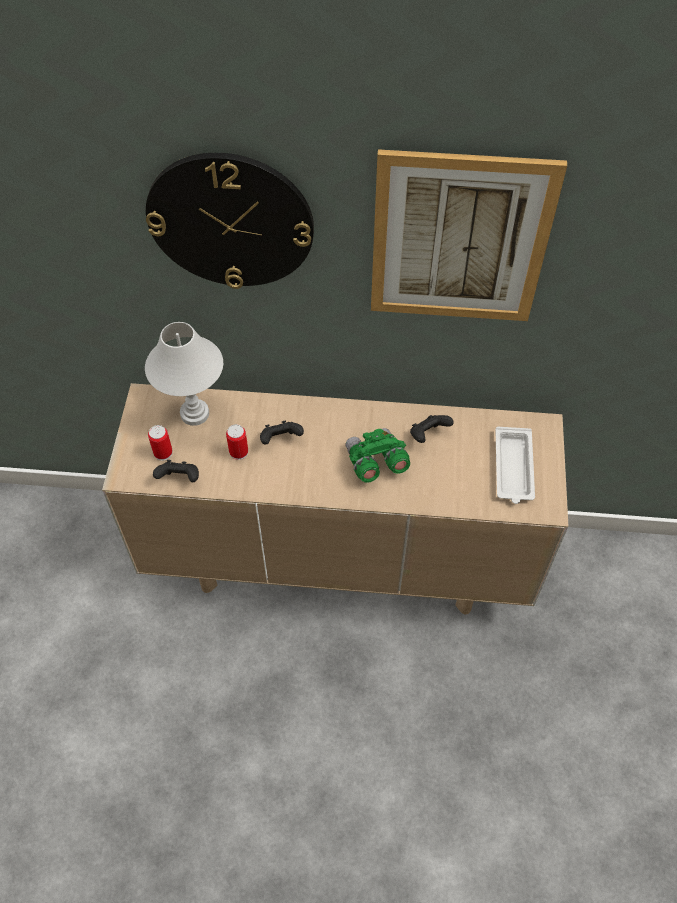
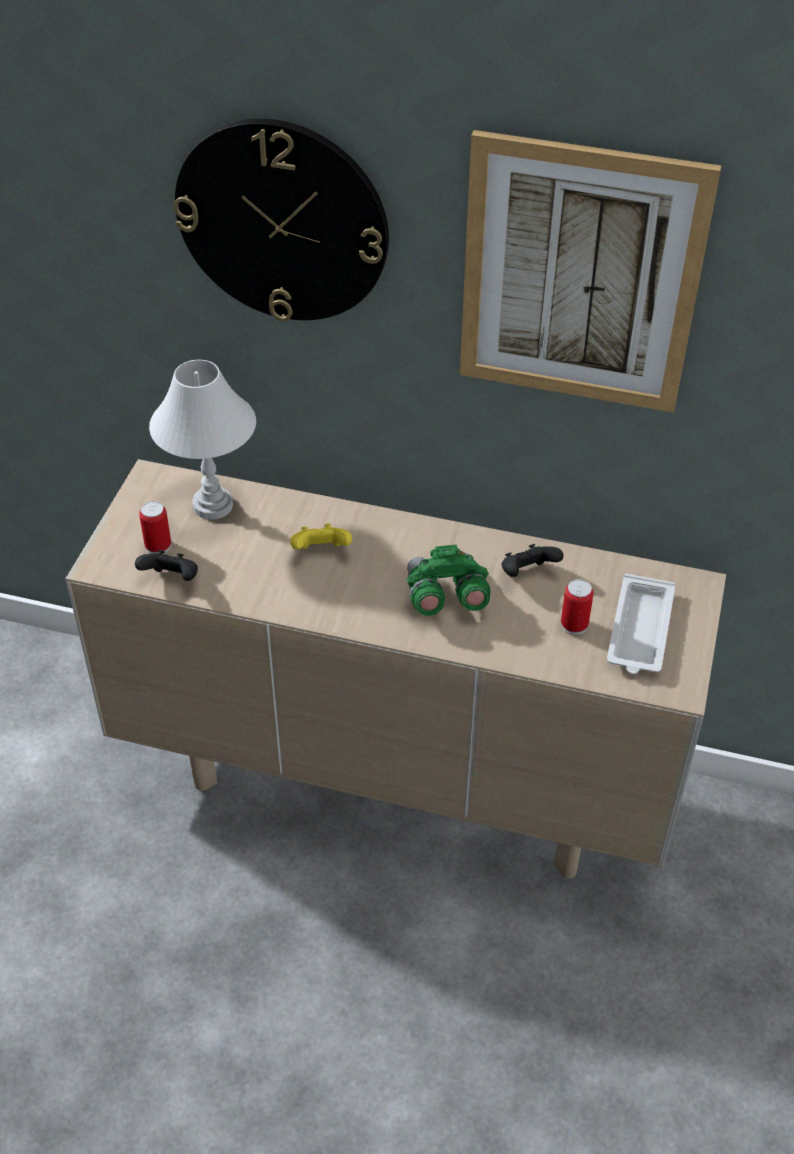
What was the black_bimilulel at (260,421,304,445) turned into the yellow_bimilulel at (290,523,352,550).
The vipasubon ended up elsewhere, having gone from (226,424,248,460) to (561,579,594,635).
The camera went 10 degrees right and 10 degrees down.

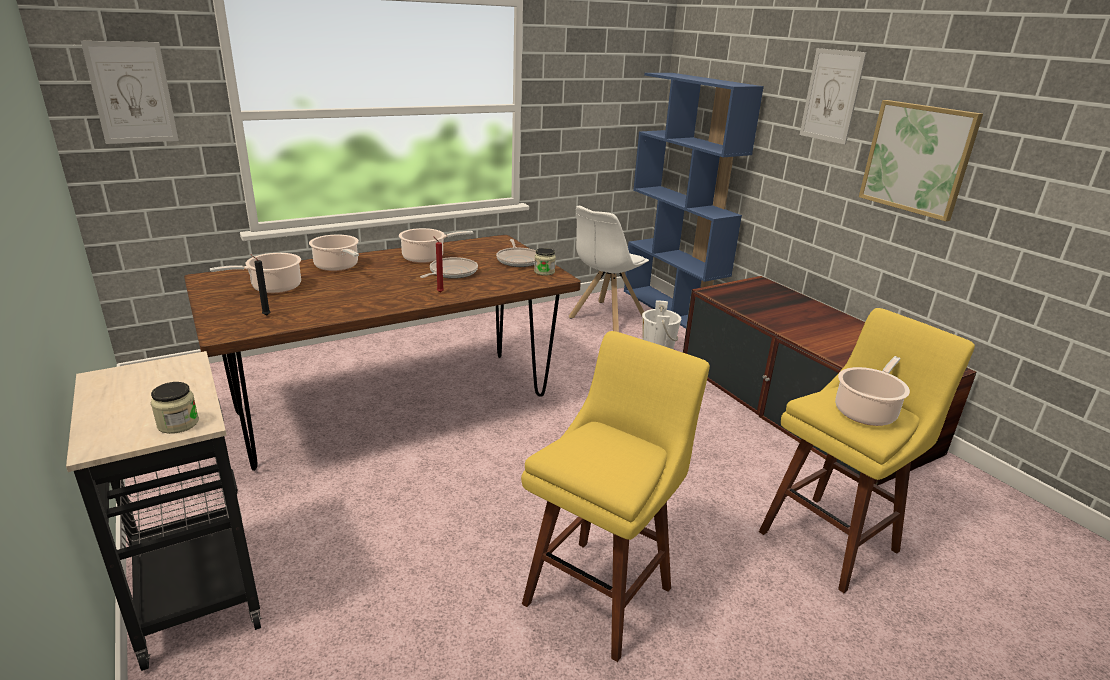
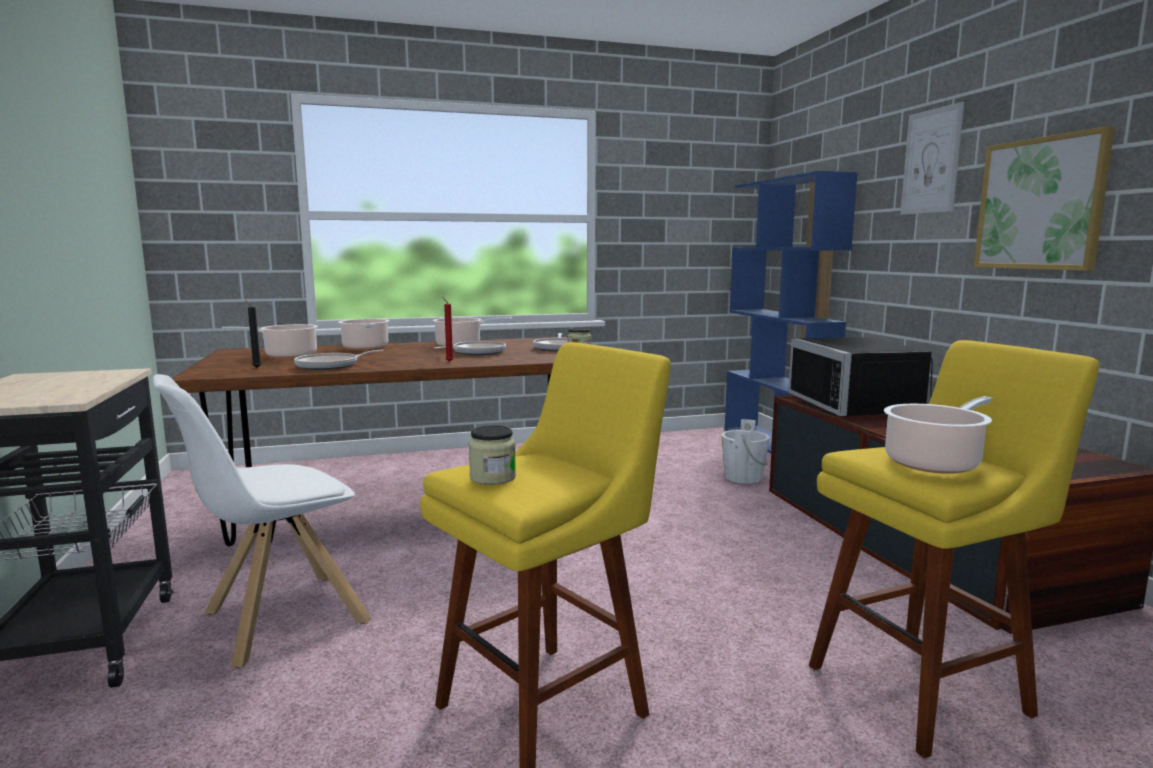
The second view lost the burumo at (81,41,179,144).
The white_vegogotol ended up elsewhere, having gone from (569,206,649,332) to (153,374,371,668).
The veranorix ended up elsewhere, having gone from (151,382,199,434) to (469,425,516,485).
The second view gained the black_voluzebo at (788,337,933,417).
The second view gained the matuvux at (294,350,384,370).
The camera went 15 degrees right and 15 degrees down.

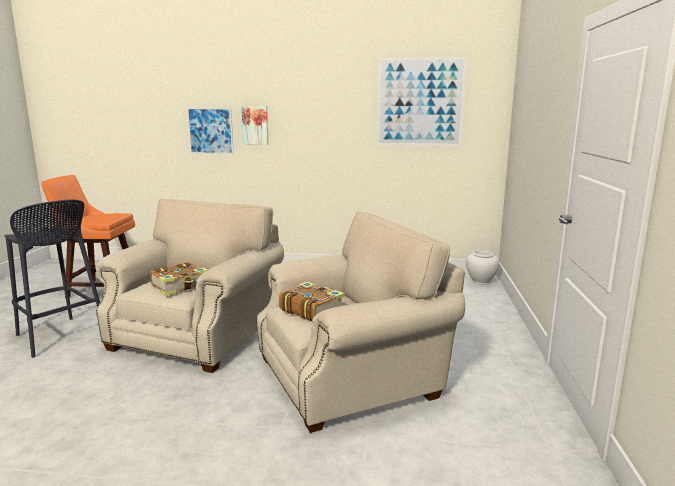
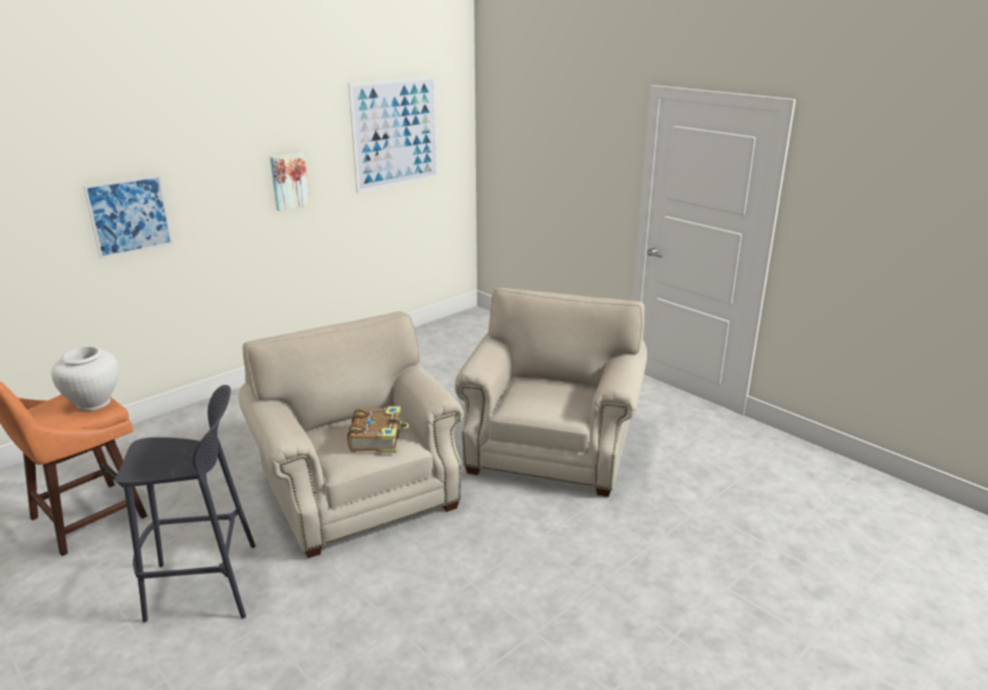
The burumo ended up elsewhere, having gone from (241,106,269,145) to (270,152,310,211).
The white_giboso ended up elsewhere, having gone from (466,250,500,285) to (51,346,119,411).
The second view lost the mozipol at (278,282,345,321).
The camera went 50 degrees left and 10 degrees up.

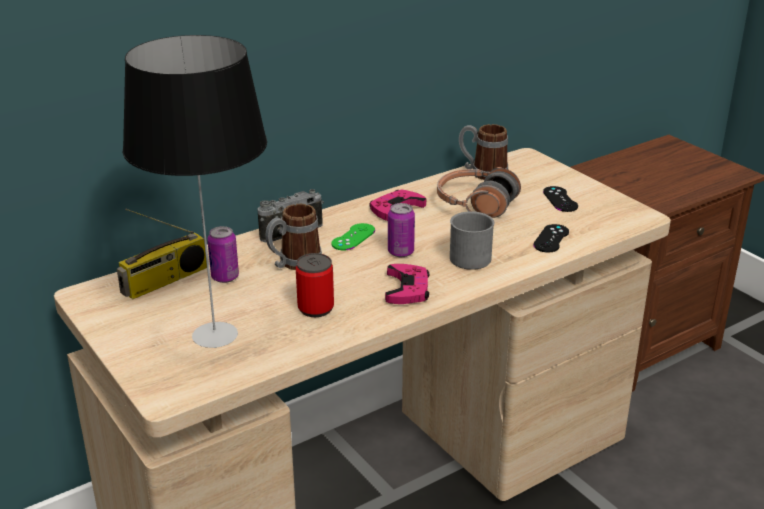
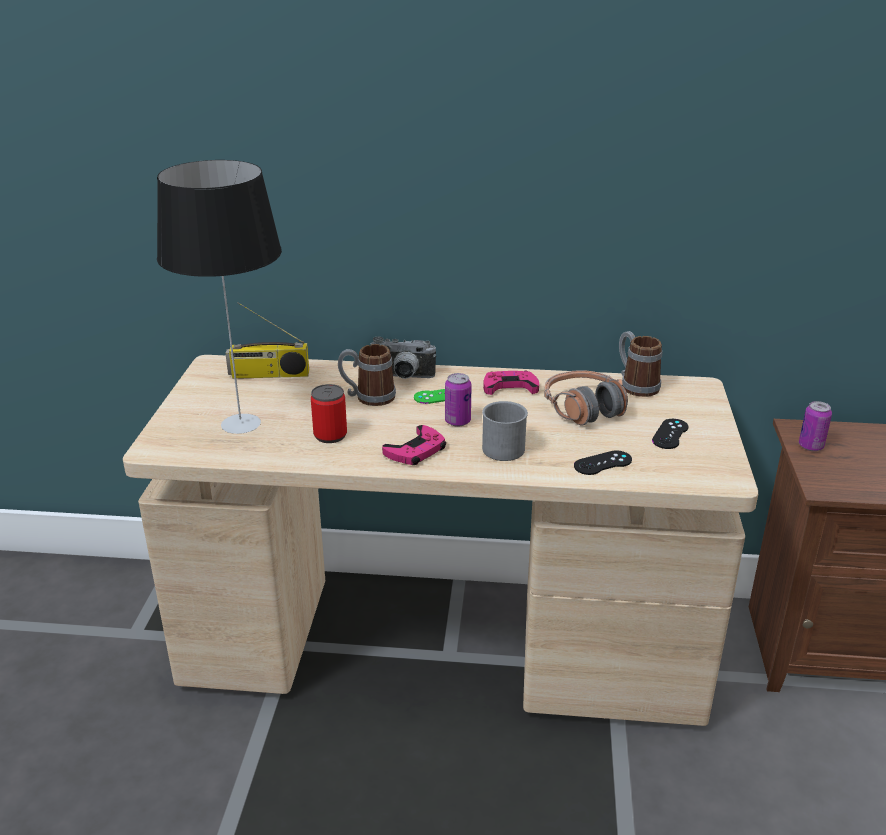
The vipasubon ended up elsewhere, having gone from (207,226,239,283) to (799,401,832,451).
The camera went 40 degrees right and 0 degrees up.

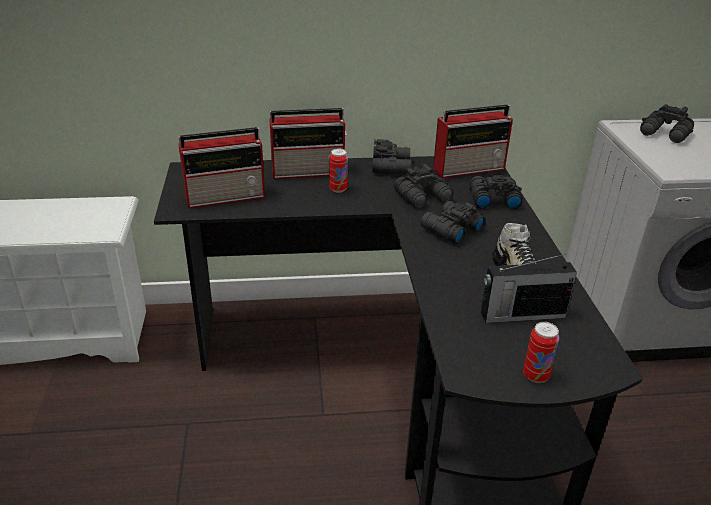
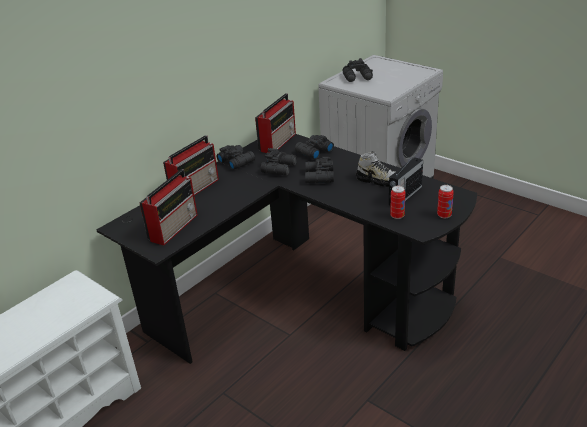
The vipasubon ended up elsewhere, having gone from (329,148,348,193) to (390,186,405,219).
The camera went 40 degrees left and 0 degrees up.

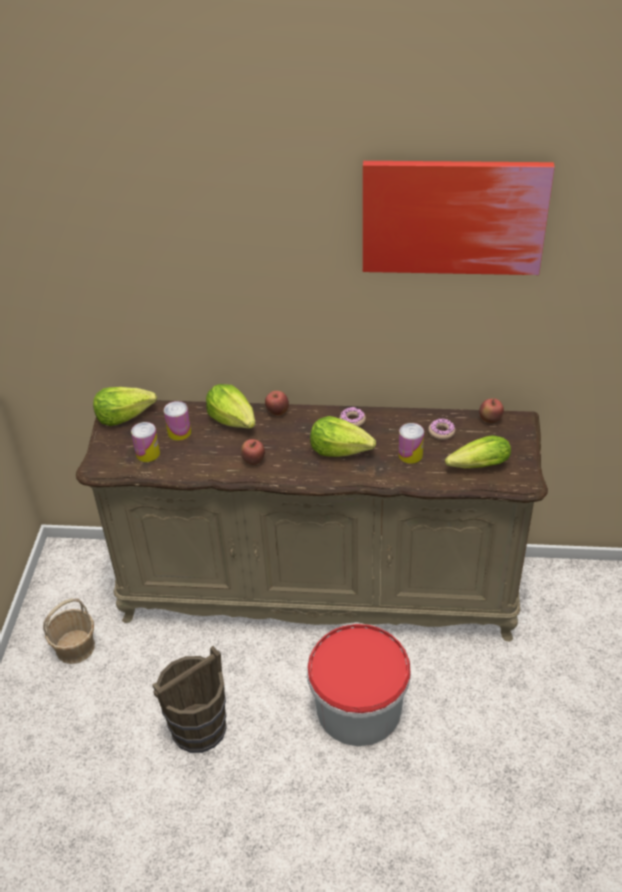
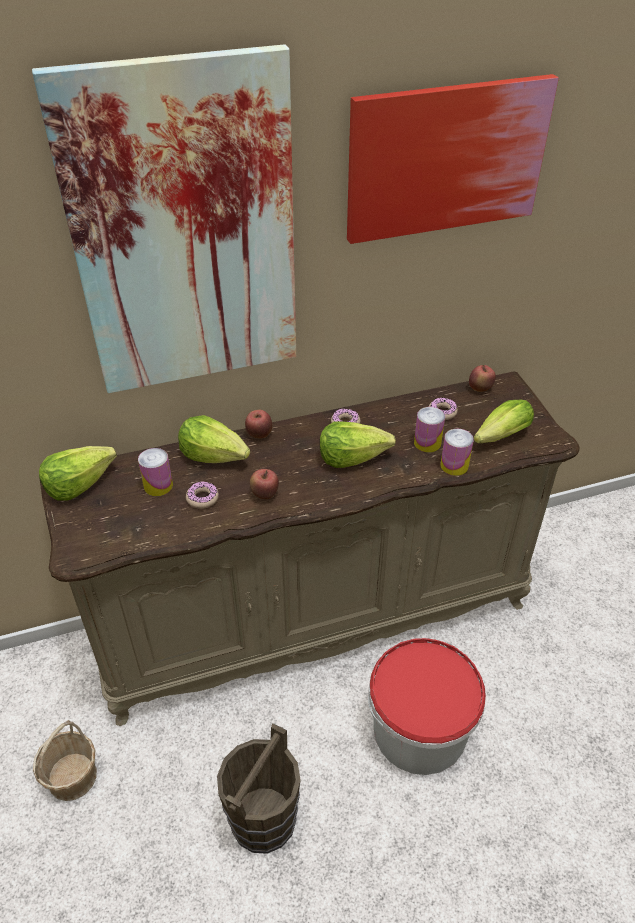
The vipasubon ended up elsewhere, having gone from (131,422,160,462) to (440,429,474,476).
The second view gained the burumo at (32,44,296,393).
The second view gained the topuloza at (186,481,219,509).
The camera went 25 degrees left and 0 degrees up.

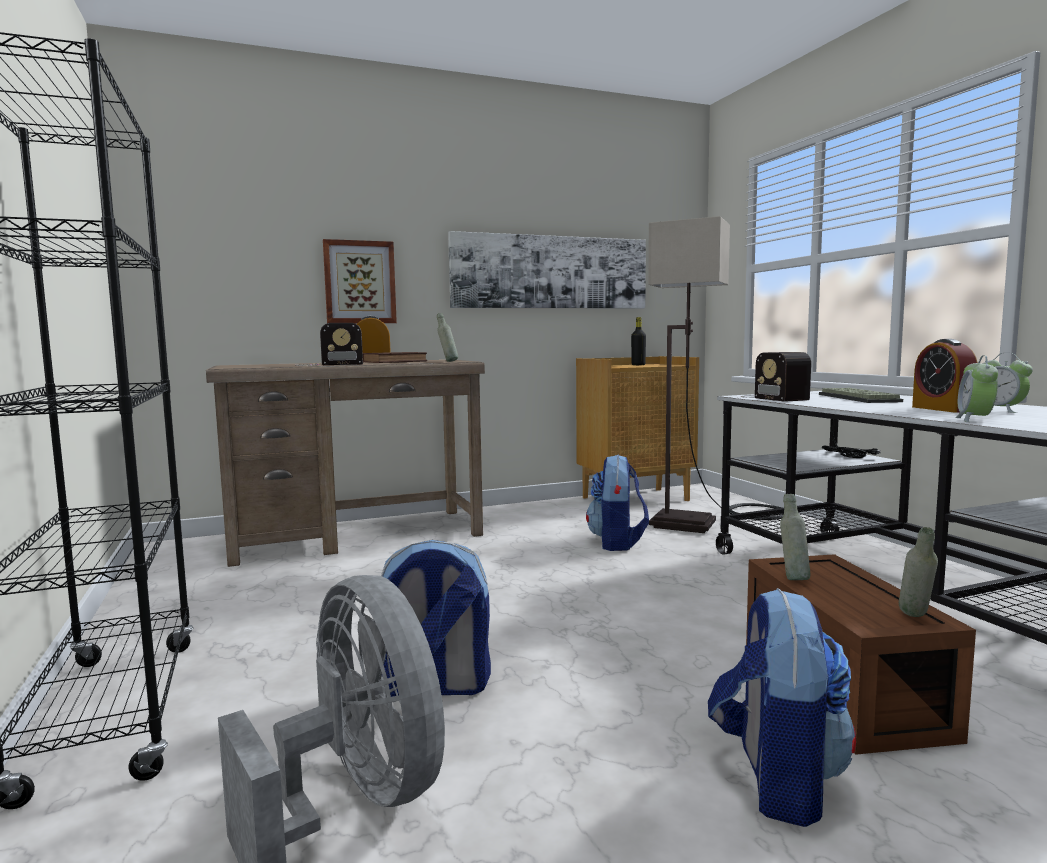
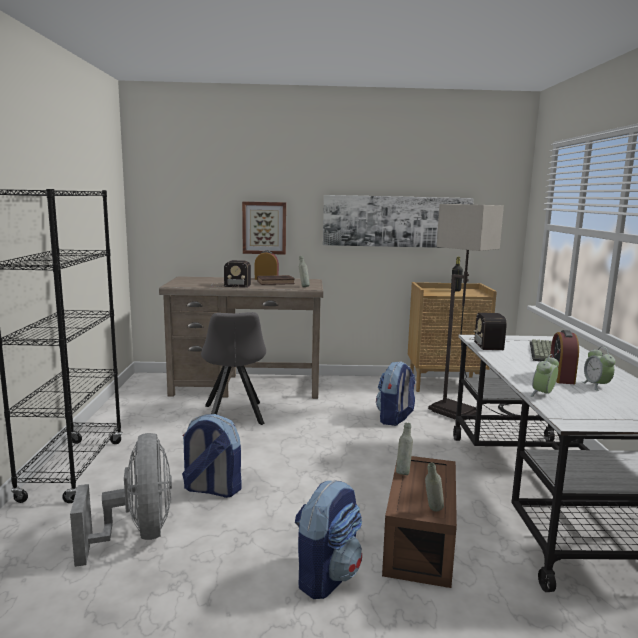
The second view gained the grey_vegogotol at (201,312,266,425).
The camera went 20 degrees right and 5 degrees up.

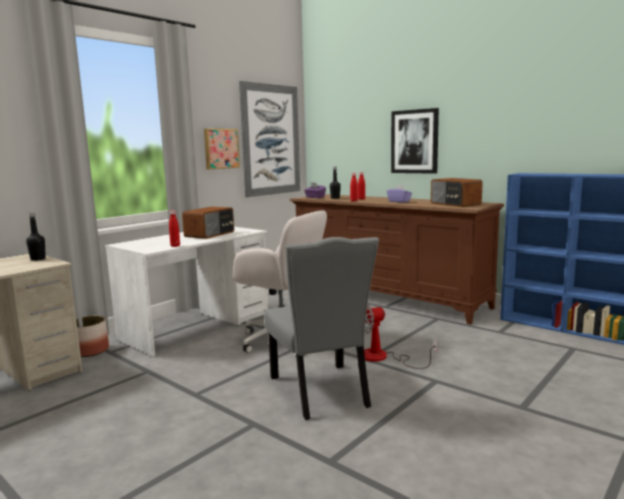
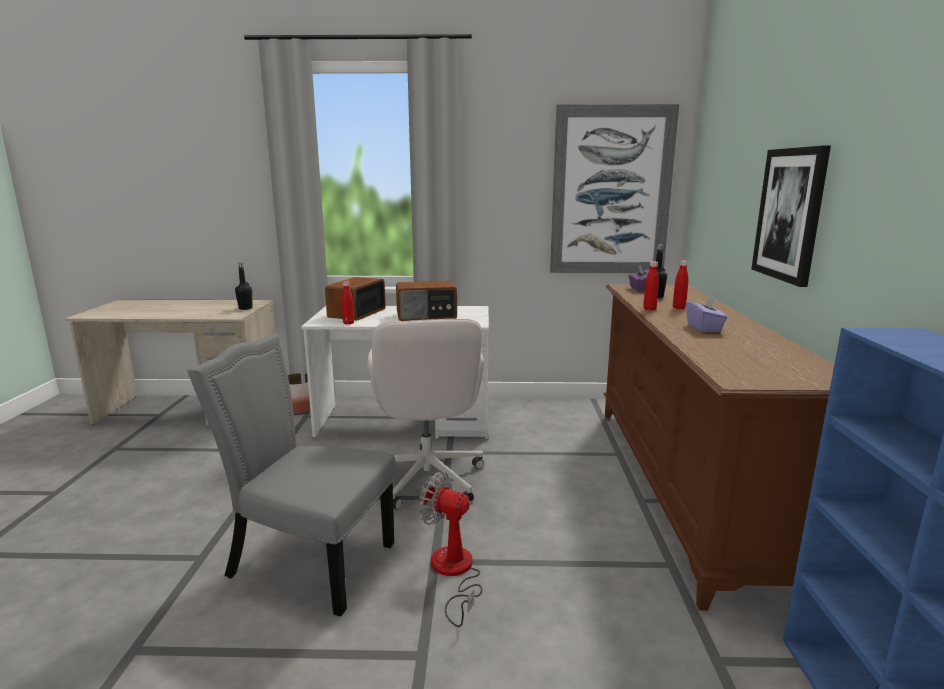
The second view lost the burumo at (204,129,240,169).
The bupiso ended up elsewhere, having gone from (431,178,483,207) to (325,277,386,320).
The grey_vegogotol at (264,237,379,420) ended up facing another way, 75 degrees clockwise from before.
The camera went 50 degrees right and 5 degrees up.

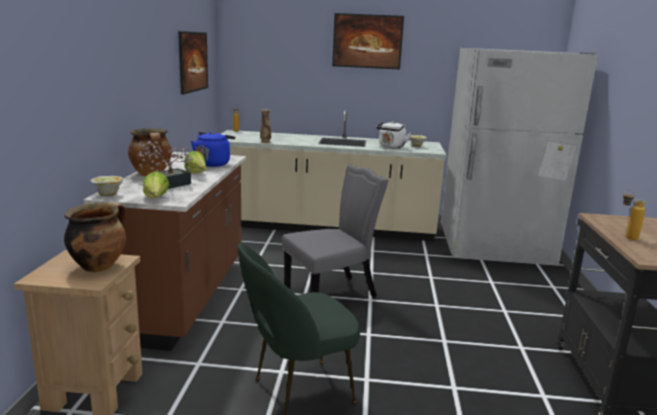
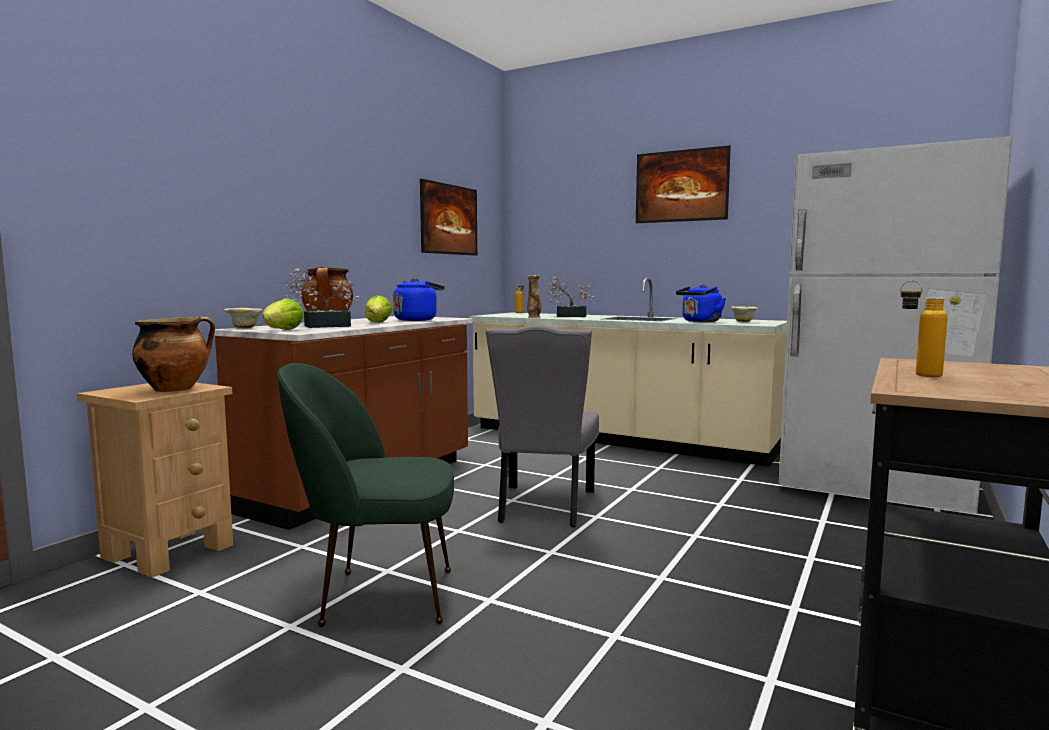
What was the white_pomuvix at (376,121,411,148) turned into the blue_pomuvix at (676,284,726,322).
The grey_vegogotol at (282,164,389,298) ended up facing another way, 105 degrees clockwise from before.
The second view gained the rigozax at (546,277,594,317).
The camera went 25 degrees right and 10 degrees down.

